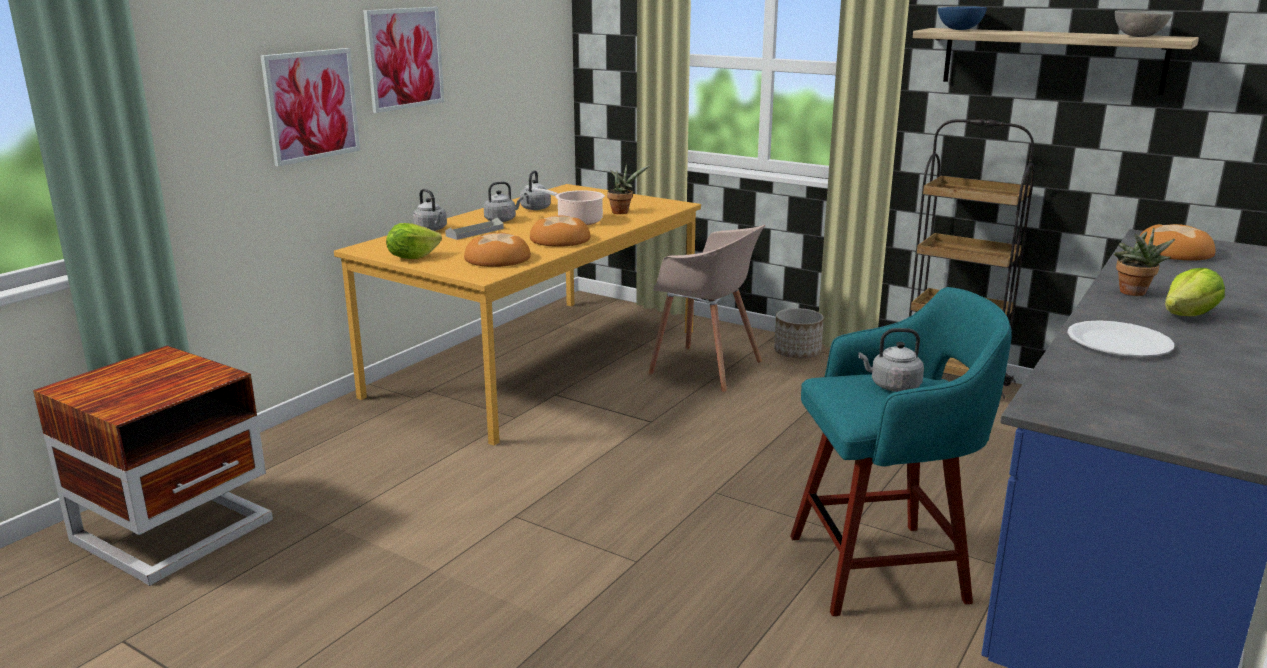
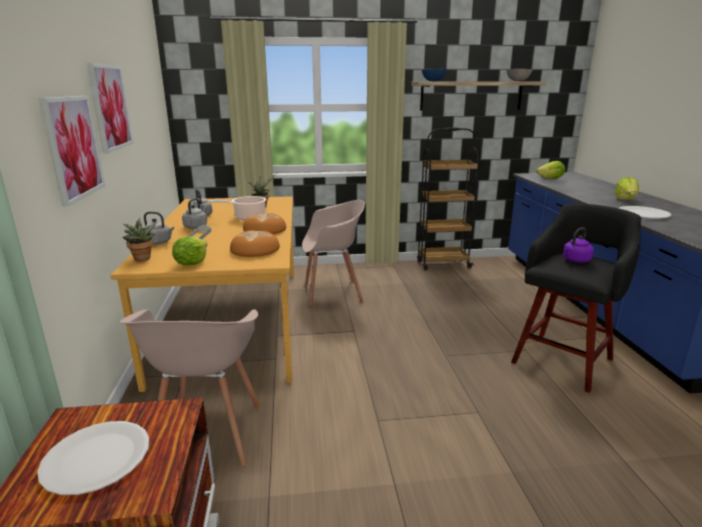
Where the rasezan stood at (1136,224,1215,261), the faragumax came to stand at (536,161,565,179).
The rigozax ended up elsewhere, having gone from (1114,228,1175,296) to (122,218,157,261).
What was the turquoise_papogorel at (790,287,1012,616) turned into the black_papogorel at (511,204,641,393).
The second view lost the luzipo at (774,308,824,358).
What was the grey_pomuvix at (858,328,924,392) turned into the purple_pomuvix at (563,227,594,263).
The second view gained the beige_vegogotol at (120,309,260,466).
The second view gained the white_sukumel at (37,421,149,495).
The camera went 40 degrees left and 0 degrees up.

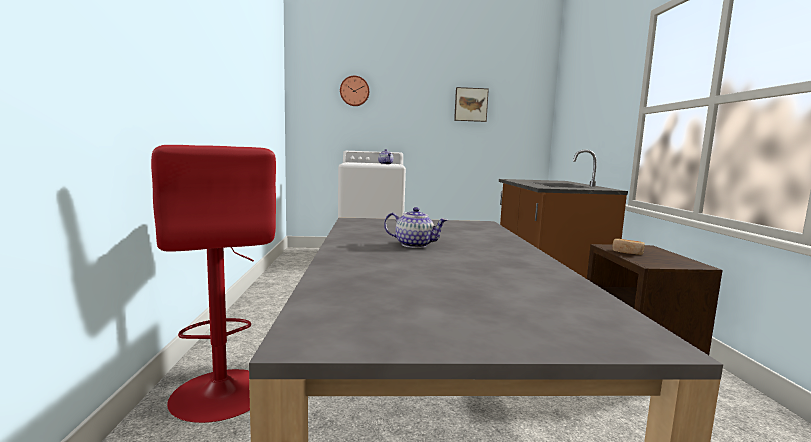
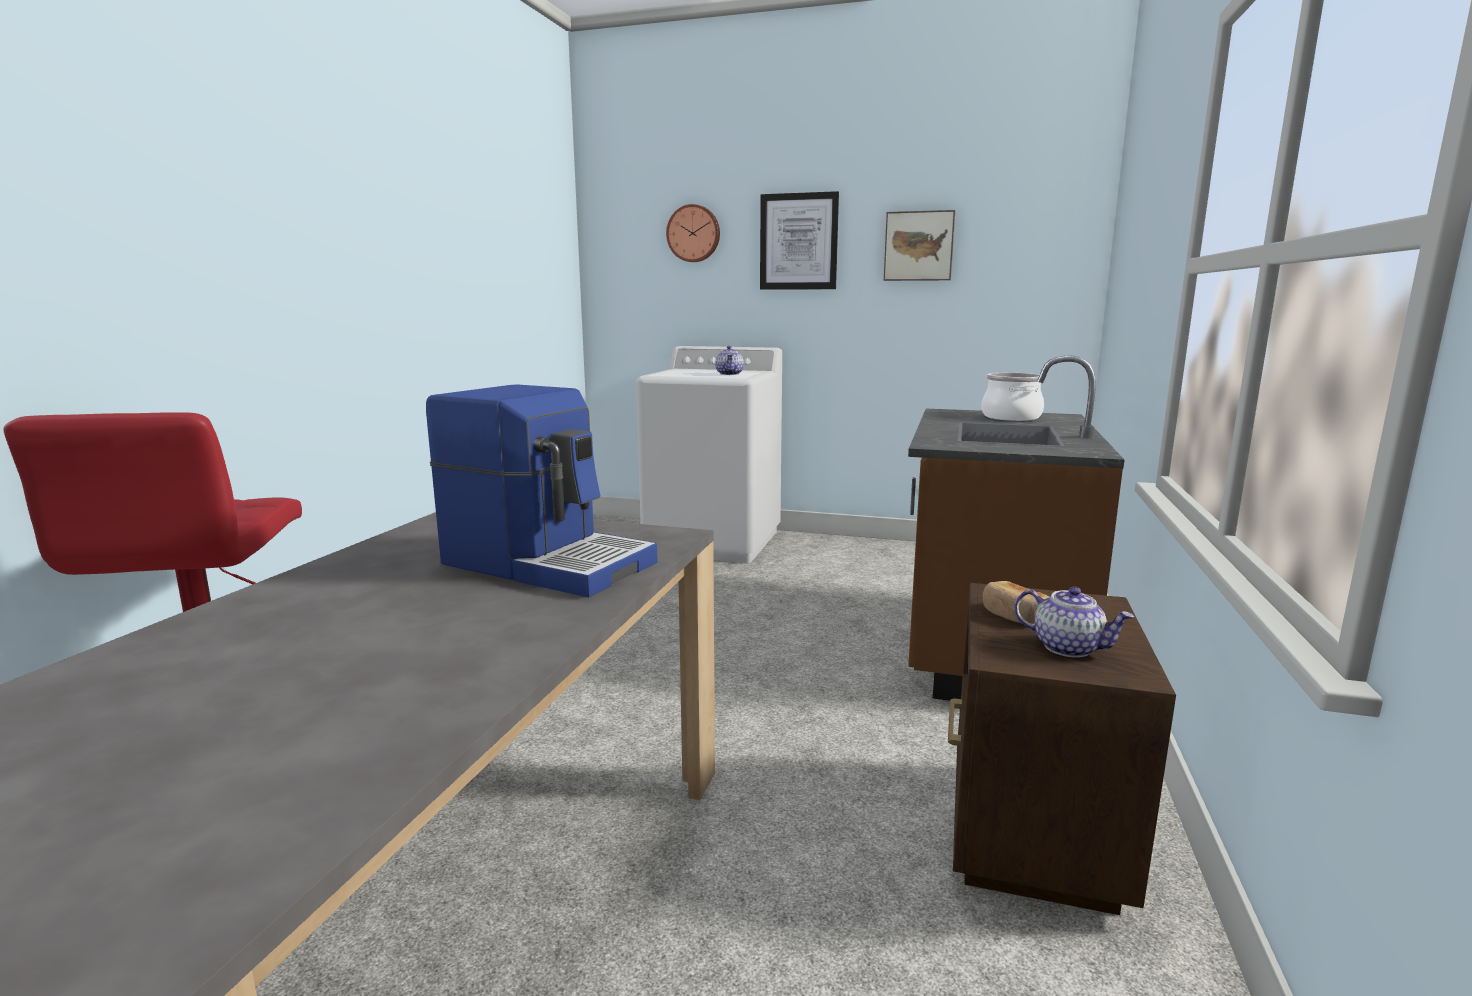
The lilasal ended up elsewhere, having gone from (384,207,448,248) to (1014,587,1135,658).
The second view gained the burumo at (760,191,839,290).
The second view gained the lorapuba at (981,373,1044,421).
The second view gained the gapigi at (426,384,658,598).
The camera went 20 degrees right and 5 degrees up.

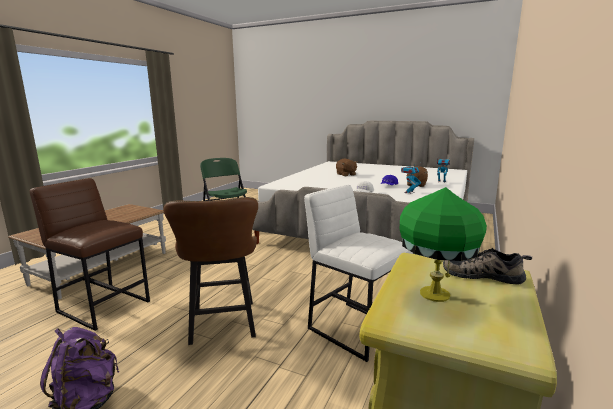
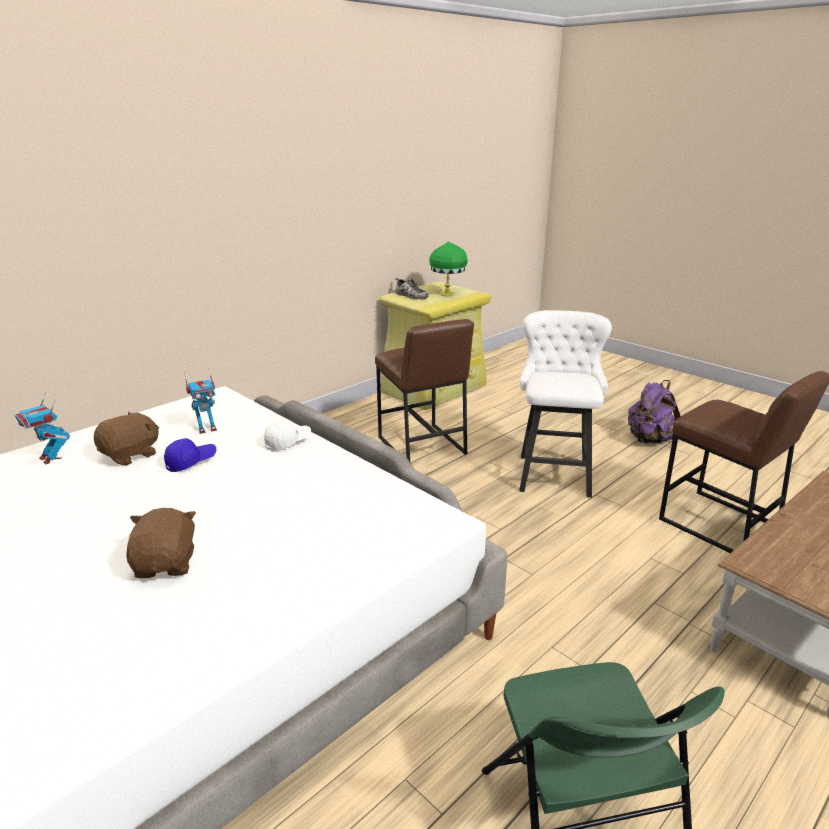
What was the white_vegogotol at (304,185,413,362) turned into the brown_vegogotol at (375,319,474,462).
What was the brown_papogorel at (163,197,258,345) turned into the white_papogorel at (519,310,612,498).
The camera went 160 degrees left and 10 degrees up.

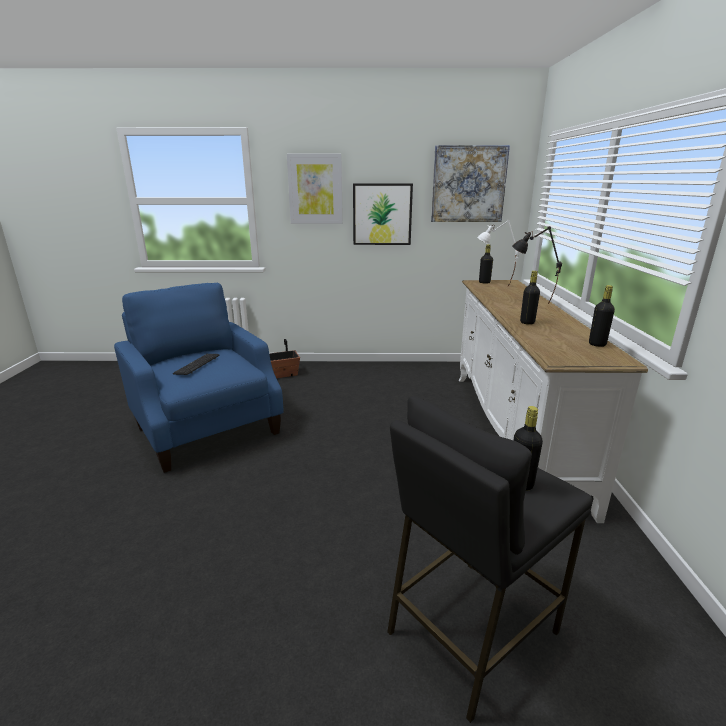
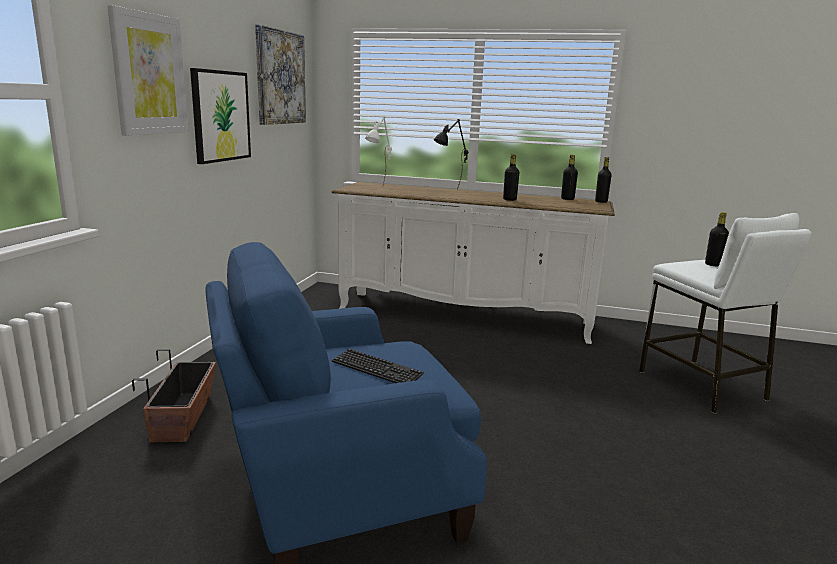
The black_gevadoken ended up elsewhere, having gone from (479,244,493,284) to (595,157,612,203).
What was the black_papogorel at (387,396,592,723) turned into the white_papogorel at (639,213,811,414).
The camera went 75 degrees left and 5 degrees down.

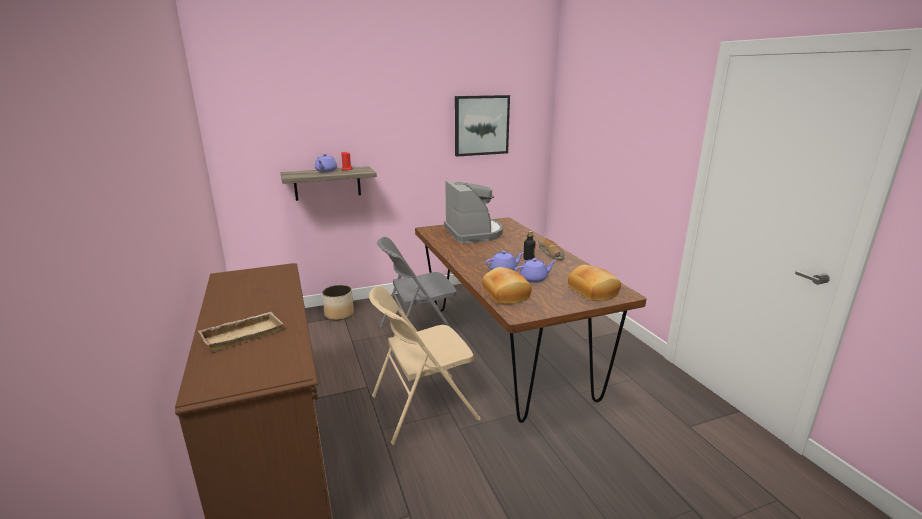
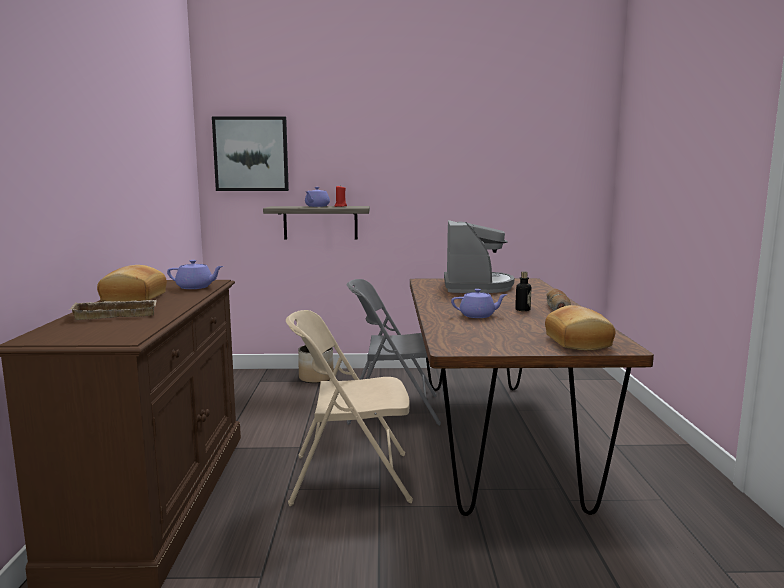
The burumo ended up elsewhere, having gone from (455,95,510,156) to (212,117,289,191).
The purple_lilasal ended up elsewhere, having gone from (515,258,556,283) to (167,260,223,289).
The rasezan ended up elsewhere, having gone from (482,267,532,304) to (97,265,167,302).
The camera went 20 degrees right and 10 degrees down.

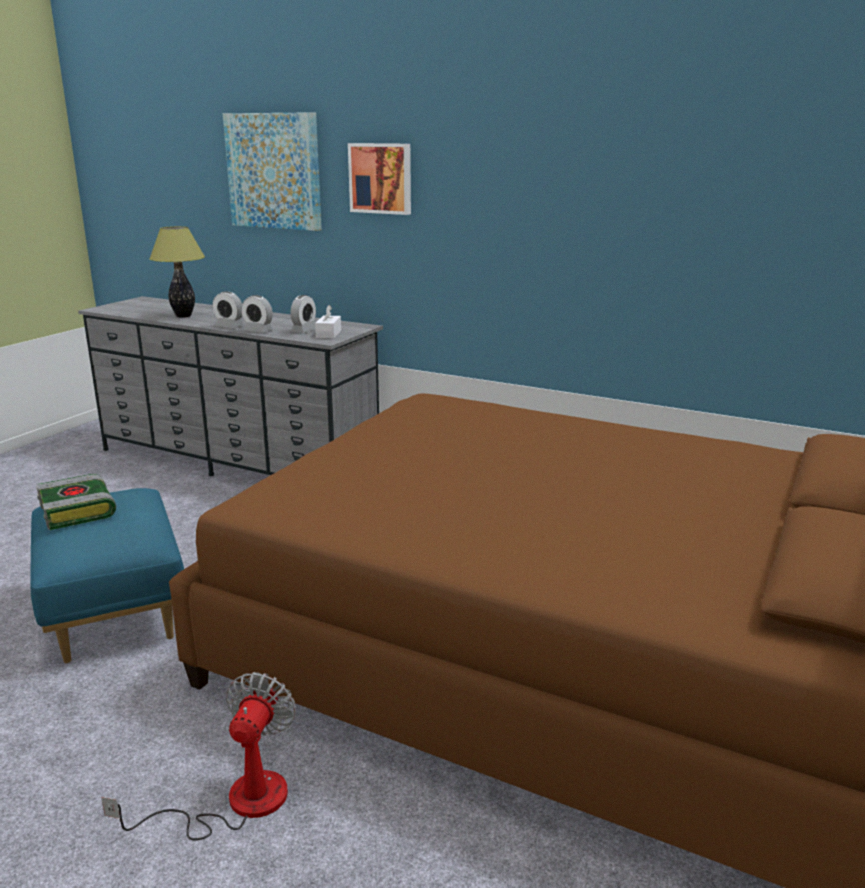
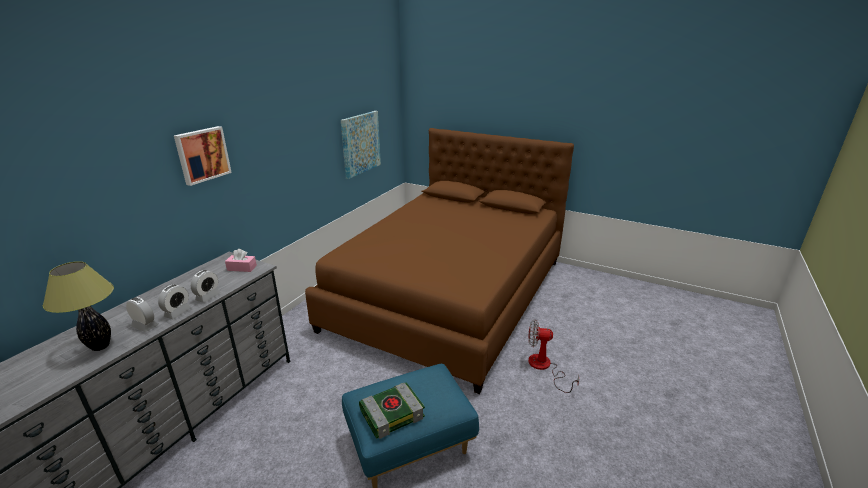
The burumo ended up elsewhere, having gone from (223,112,322,231) to (341,111,381,179).
The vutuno ended up elsewhere, having gone from (291,295,316,333) to (126,297,159,332).
What was the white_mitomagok at (315,305,341,339) turned into the pink_mitomagok at (225,249,257,272).
The camera went 90 degrees left and 5 degrees up.

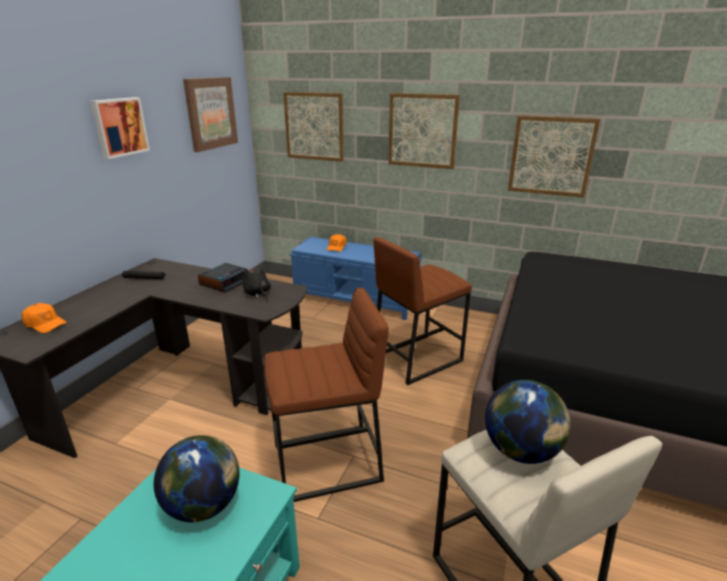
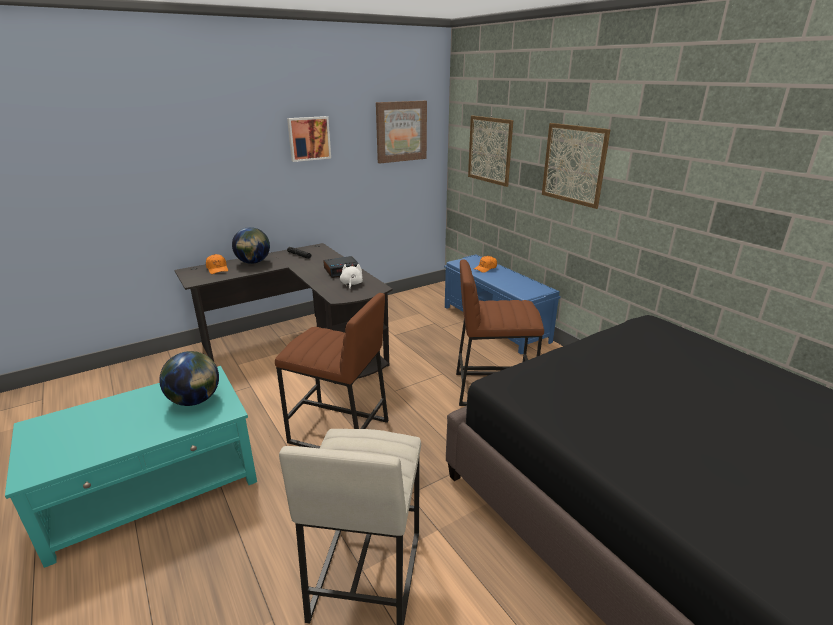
The second view lost the burumo at (508,116,601,198).
What was the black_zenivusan at (243,267,271,299) turned into the white_zenivusan at (340,263,363,290).
The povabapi ended up elsewhere, having gone from (485,380,571,464) to (232,227,270,264).
The camera went 35 degrees right and 0 degrees up.

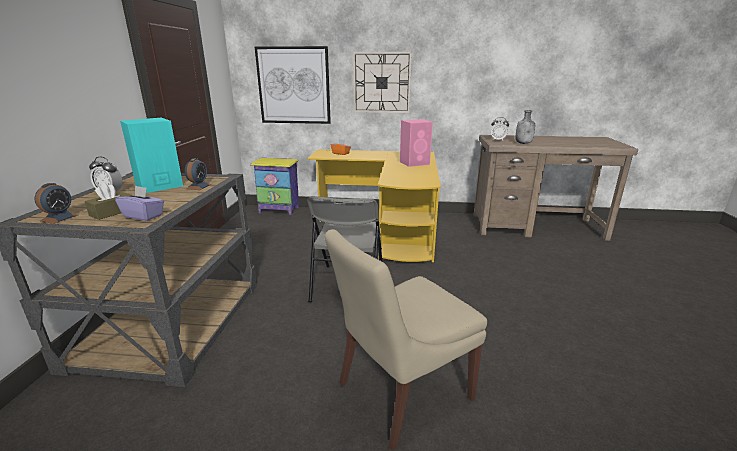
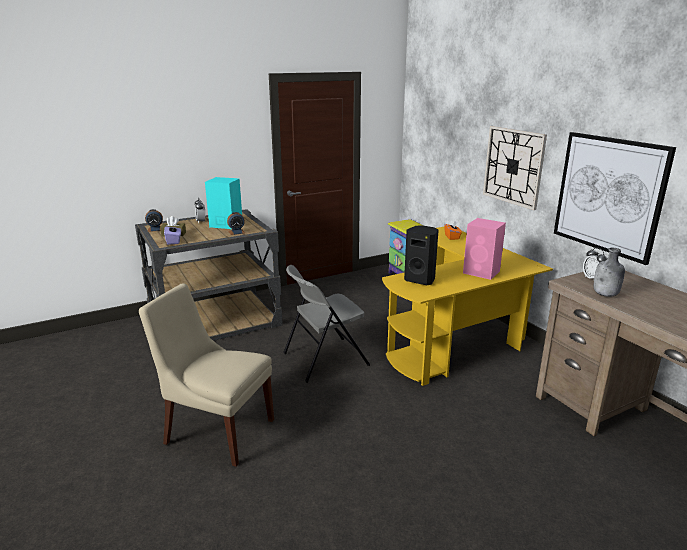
The burumo ended up elsewhere, having gone from (255,46,331,124) to (554,132,676,265).
The second view gained the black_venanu at (404,225,439,285).
The camera went 55 degrees right and 0 degrees up.

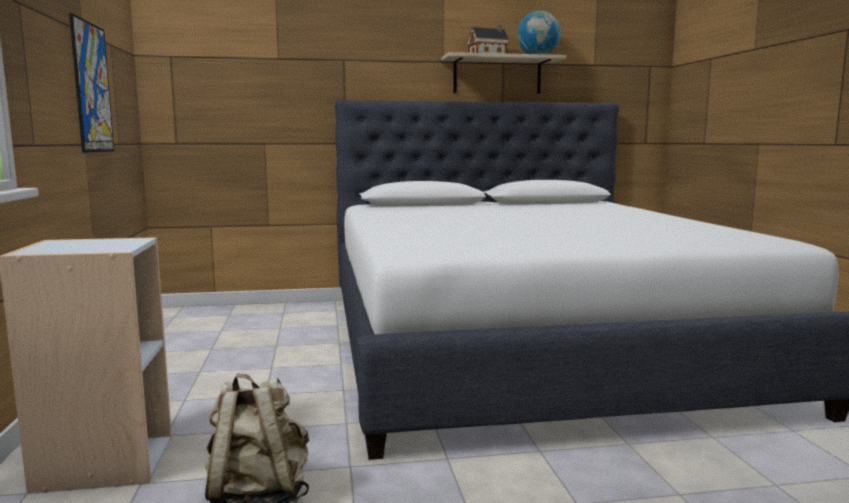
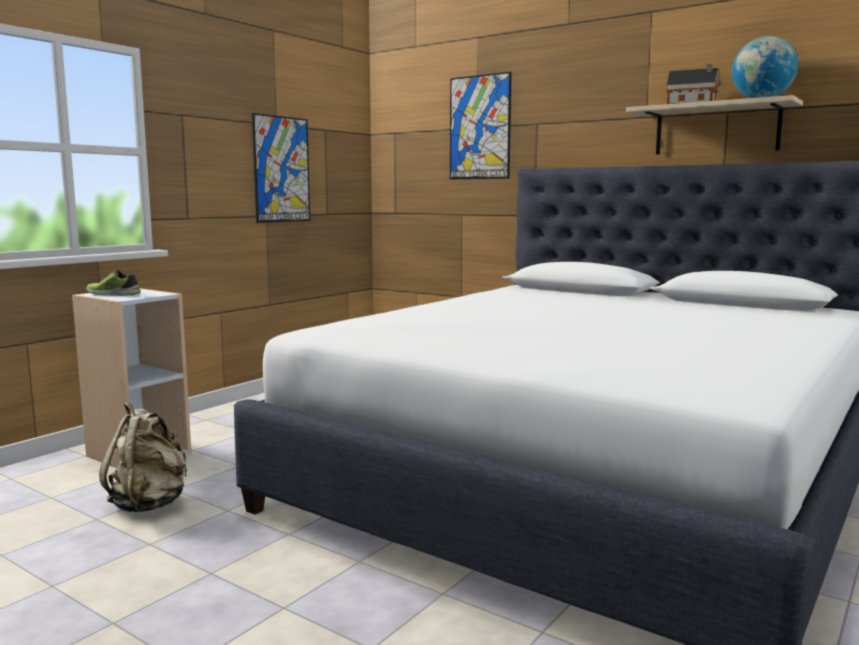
The second view gained the burumo at (450,72,512,179).
The second view gained the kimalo at (86,270,141,295).
The camera went 45 degrees right and 0 degrees up.

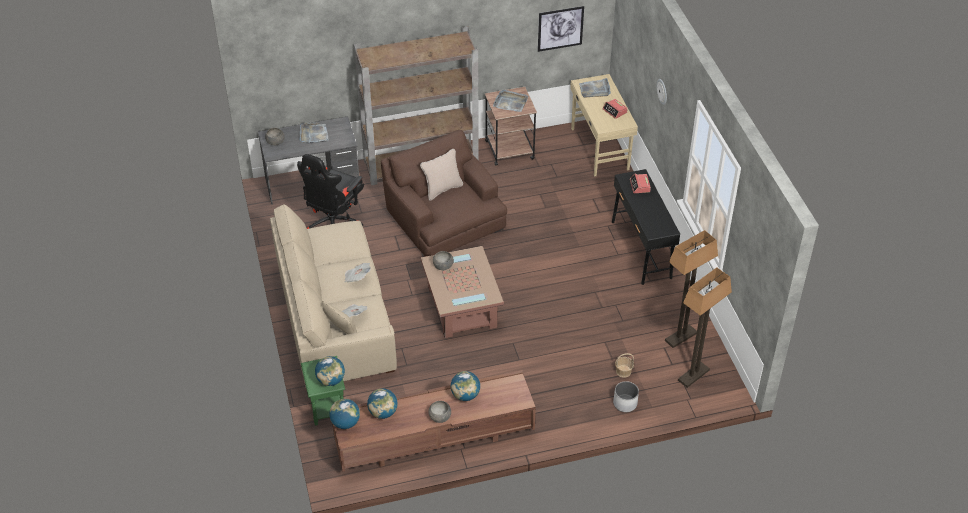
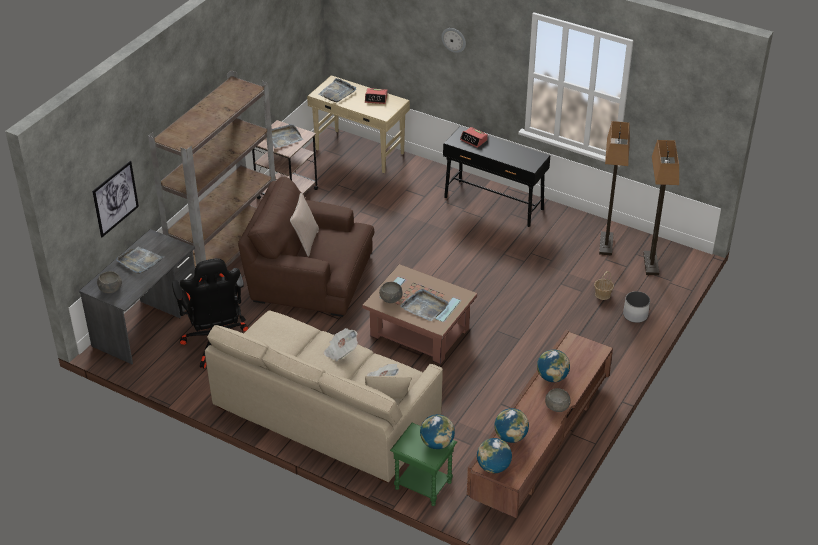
The burumo ended up elsewhere, having gone from (538,6,584,52) to (92,161,139,237).
The second view gained the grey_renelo at (400,289,449,321).
The camera went 45 degrees left and 5 degrees down.

